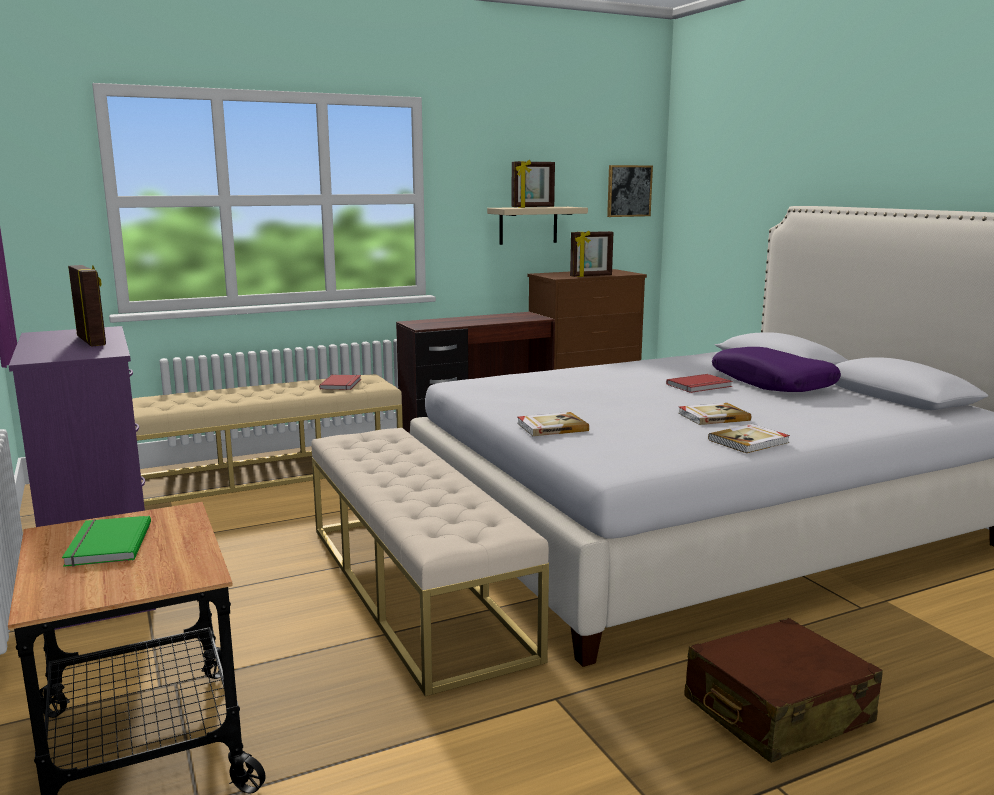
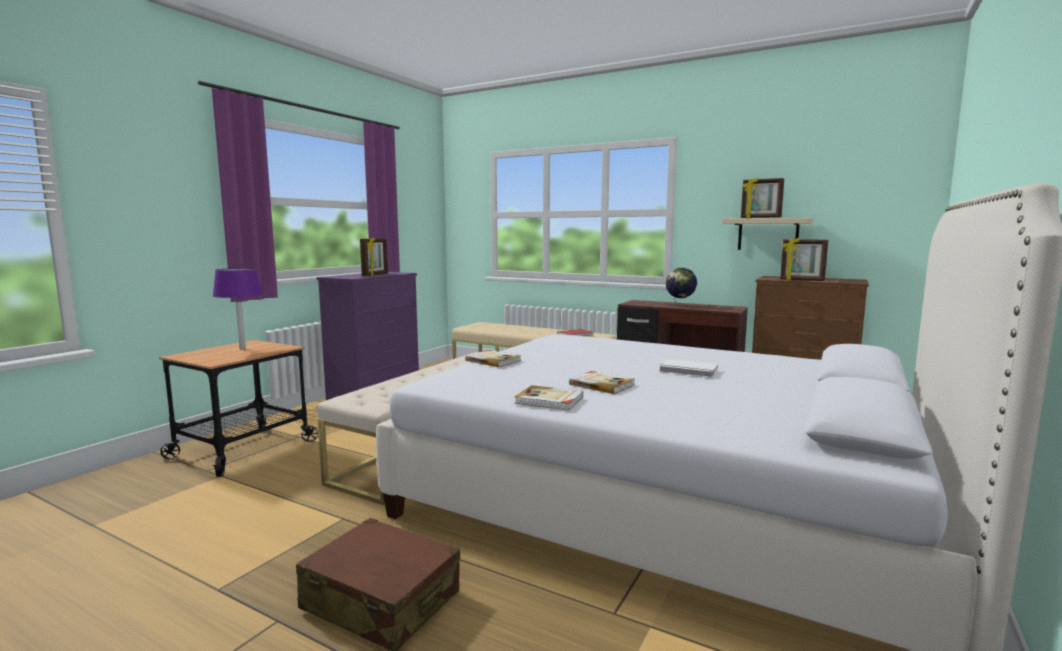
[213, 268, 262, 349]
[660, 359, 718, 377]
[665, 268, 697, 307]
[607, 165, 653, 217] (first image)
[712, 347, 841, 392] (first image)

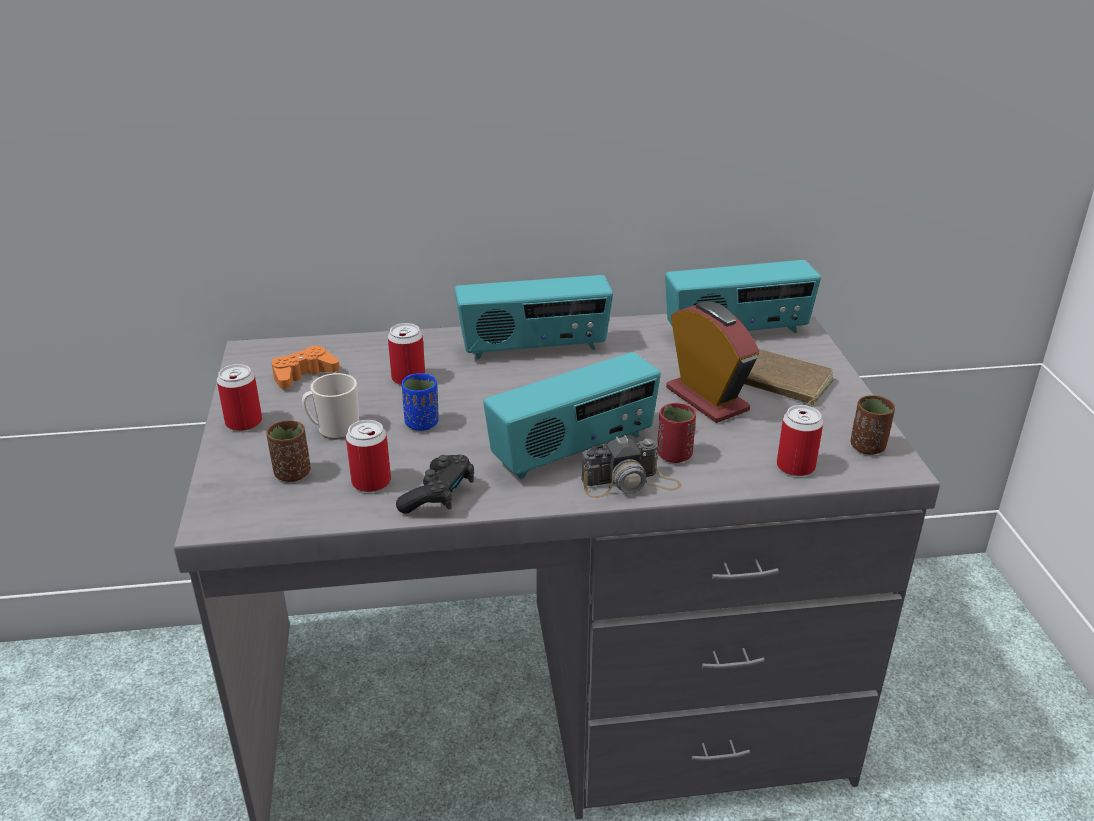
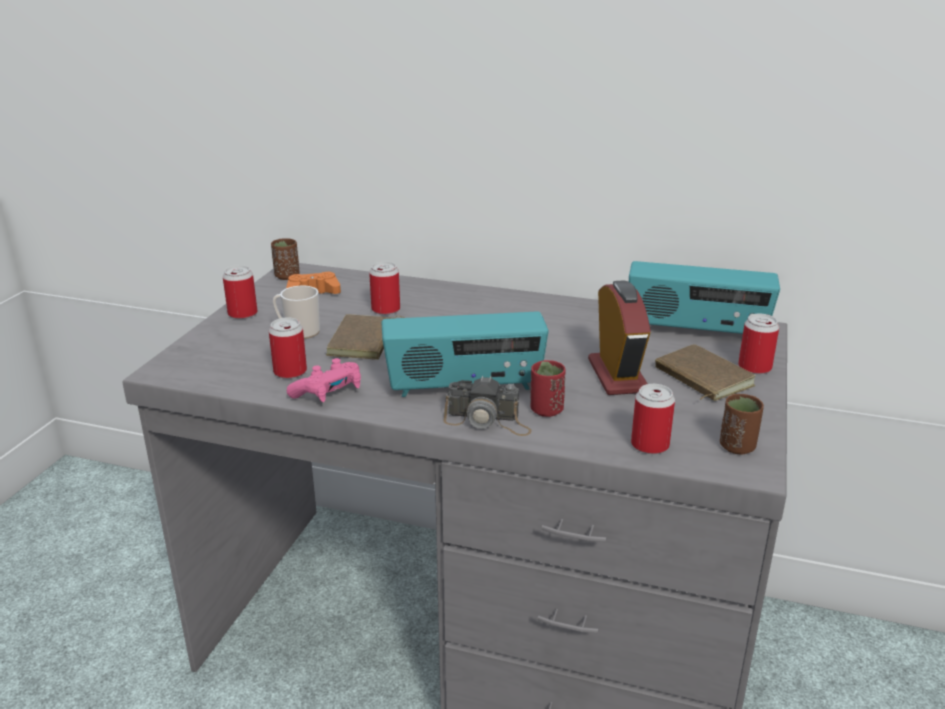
[271, 238, 300, 280]
[287, 358, 361, 402]
[326, 314, 404, 360]
[738, 314, 779, 374]
[454, 275, 613, 359] (first image)

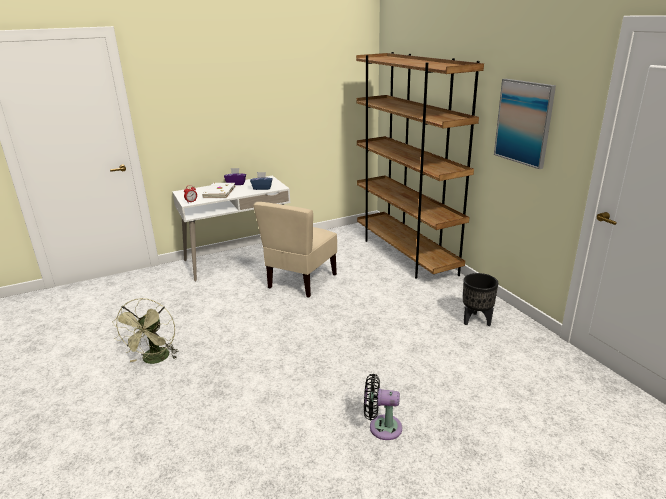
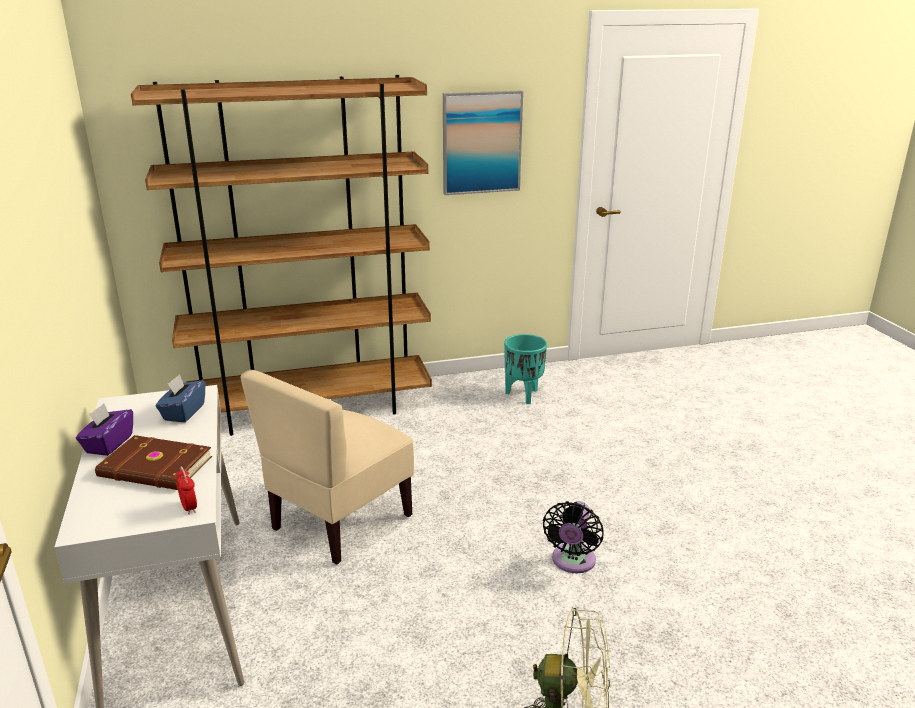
[95, 435, 212, 490]
[241, 370, 414, 564]
[504, 334, 547, 404]
[543, 501, 604, 573]

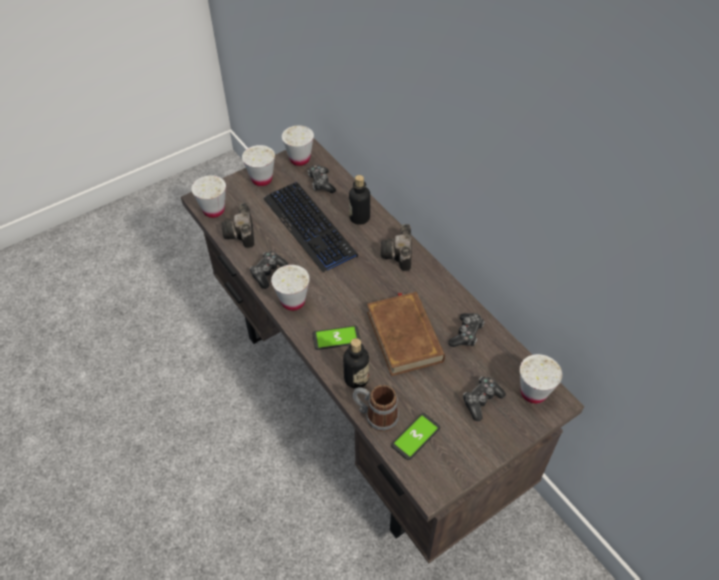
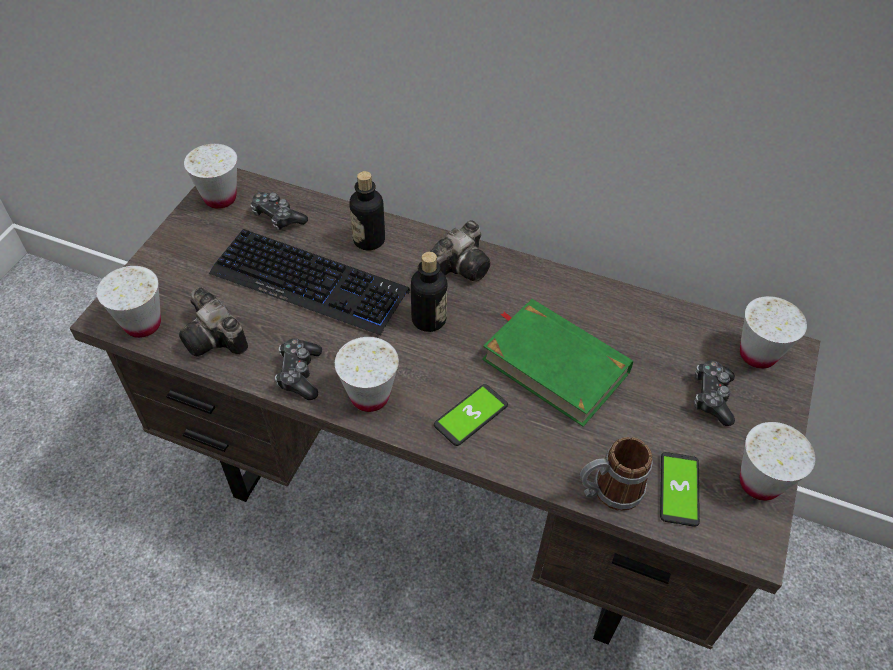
[411, 252, 447, 332]
[429, 220, 490, 281]
[482, 299, 633, 427]
[740, 422, 815, 501]
[448, 313, 485, 347] (first image)

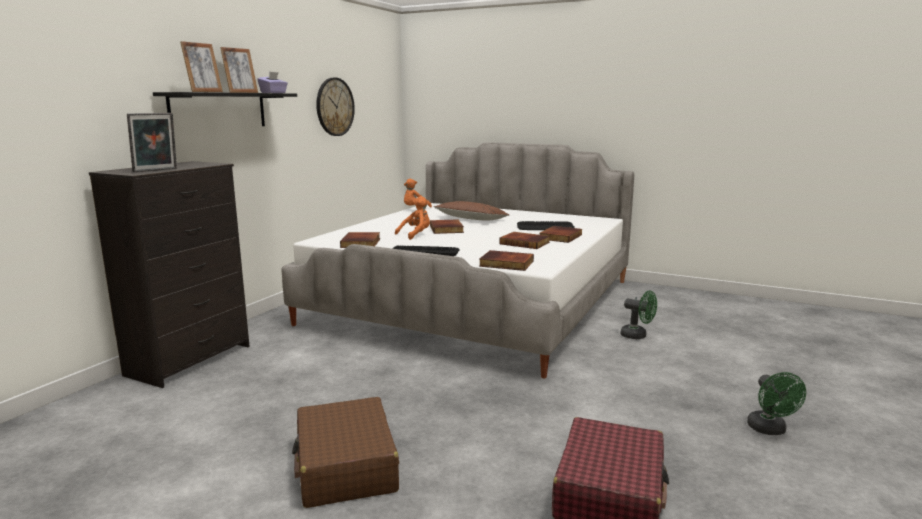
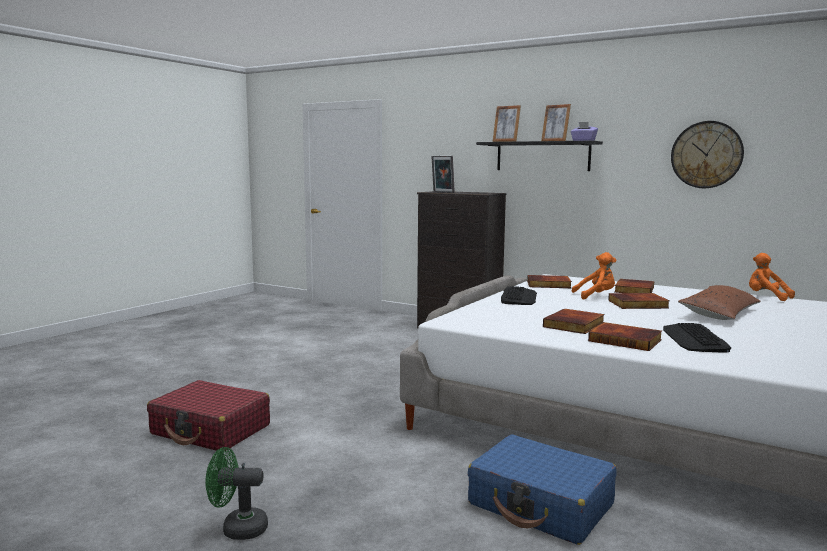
[468, 434, 617, 545]
[572, 252, 617, 300]
[614, 279, 654, 293]
[292, 397, 399, 508] (first image)

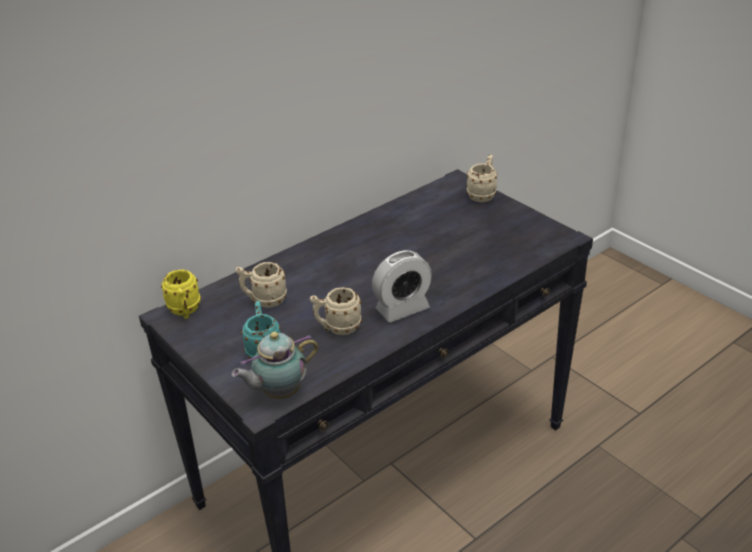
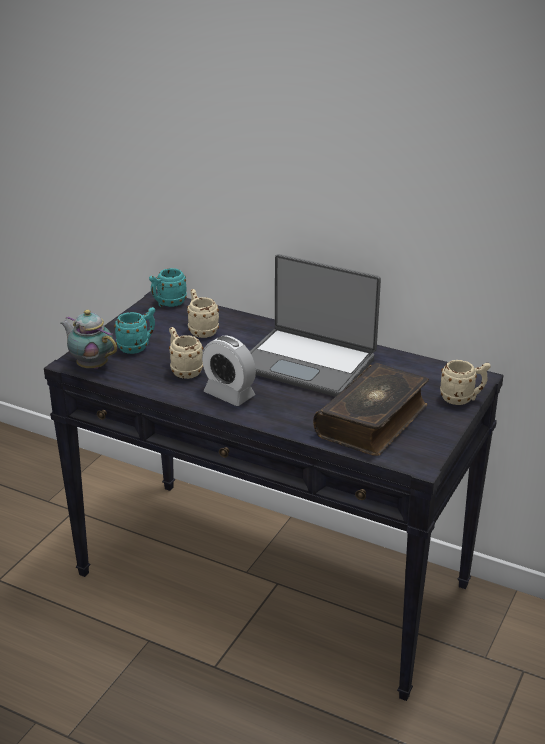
[149, 268, 187, 307]
[250, 254, 381, 397]
[313, 363, 429, 456]

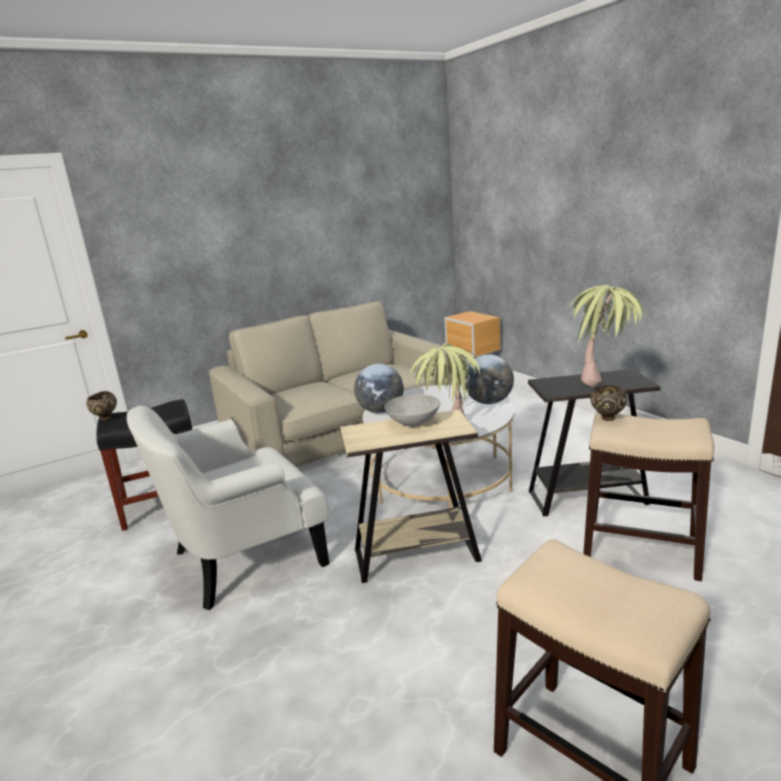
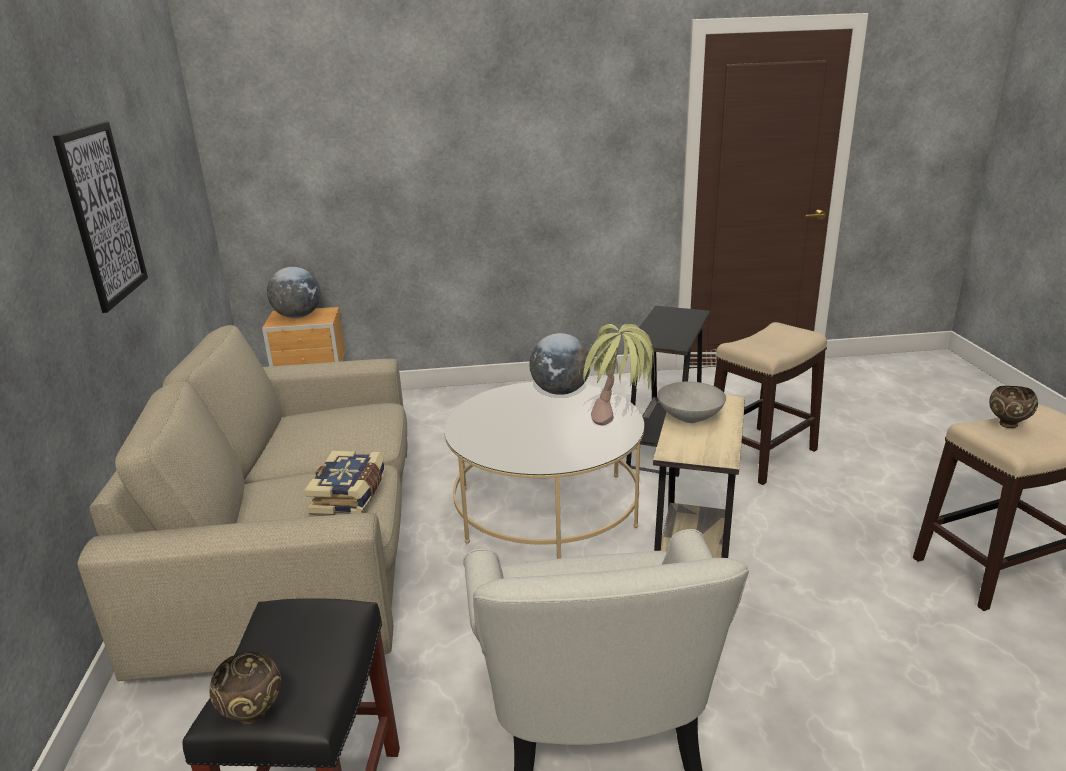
[53, 122, 148, 313]
[267, 267, 321, 318]
[304, 451, 385, 514]
[989, 386, 1038, 428]
[568, 285, 646, 387] (first image)

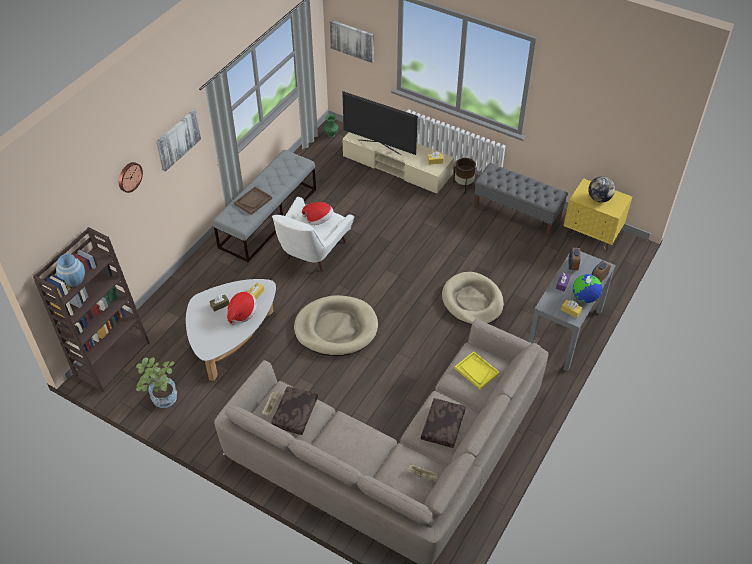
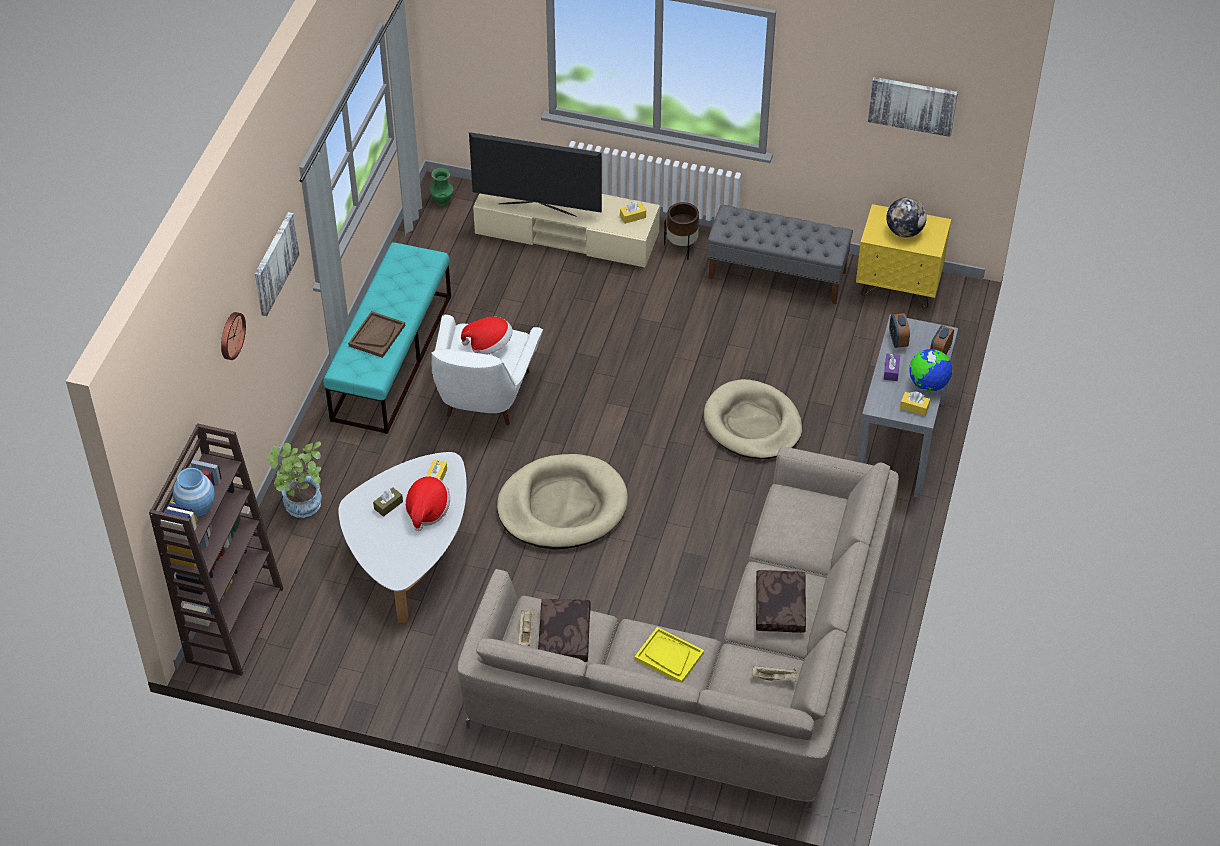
[266, 441, 322, 518]
[323, 242, 451, 434]
[635, 627, 704, 683]
[868, 77, 958, 137]

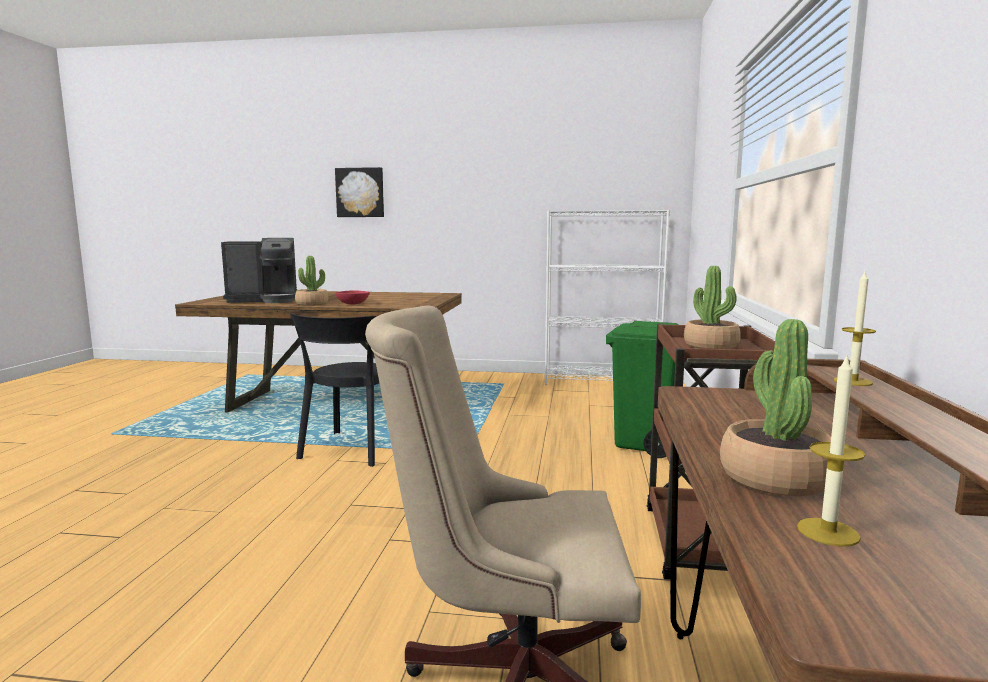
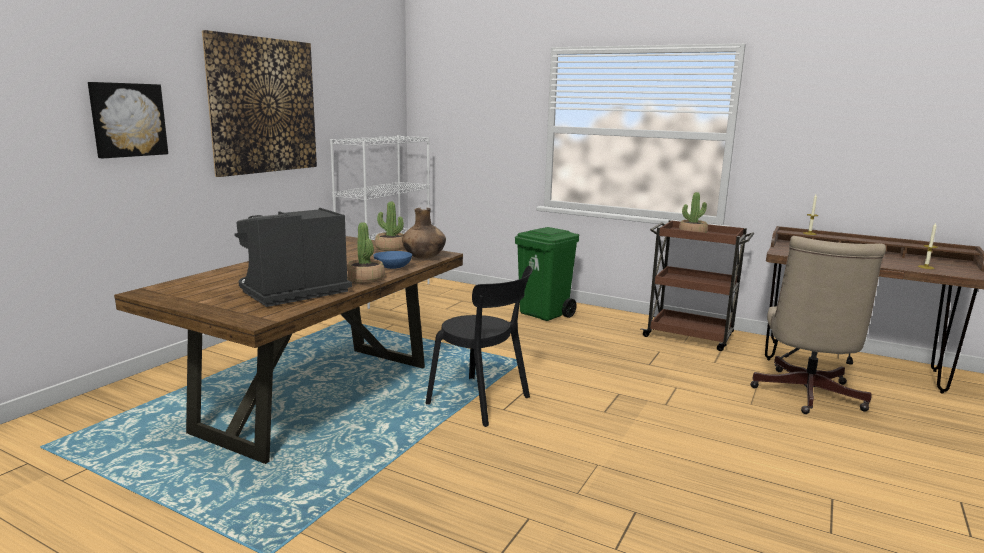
[202, 30, 317, 177]
[234, 208, 352, 307]
[373, 251, 412, 269]
[375, 201, 404, 251]
[402, 208, 446, 259]

